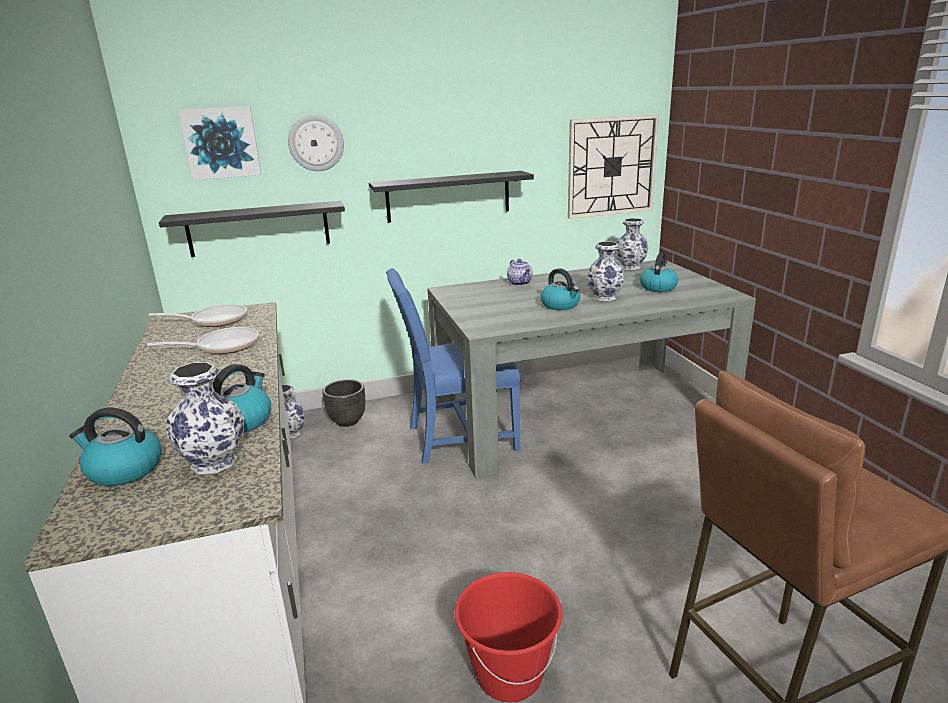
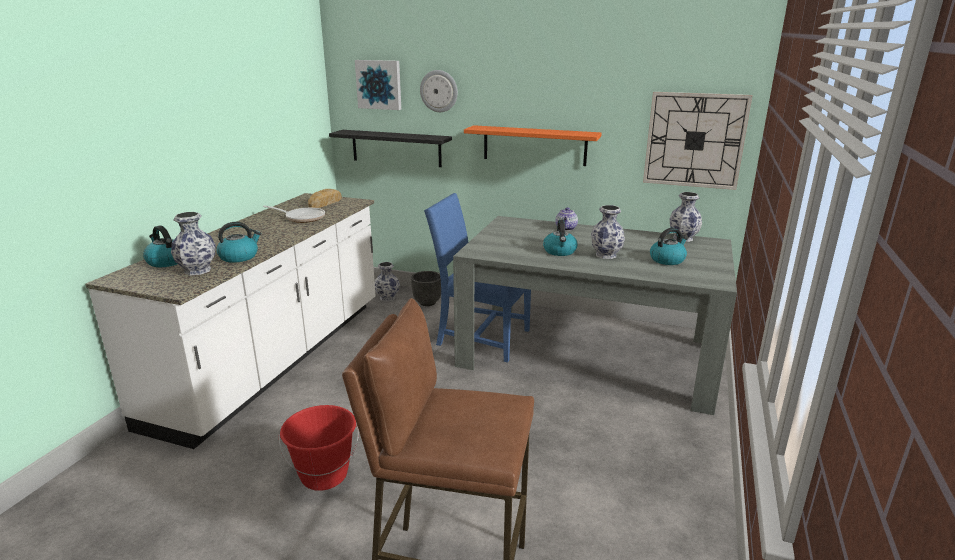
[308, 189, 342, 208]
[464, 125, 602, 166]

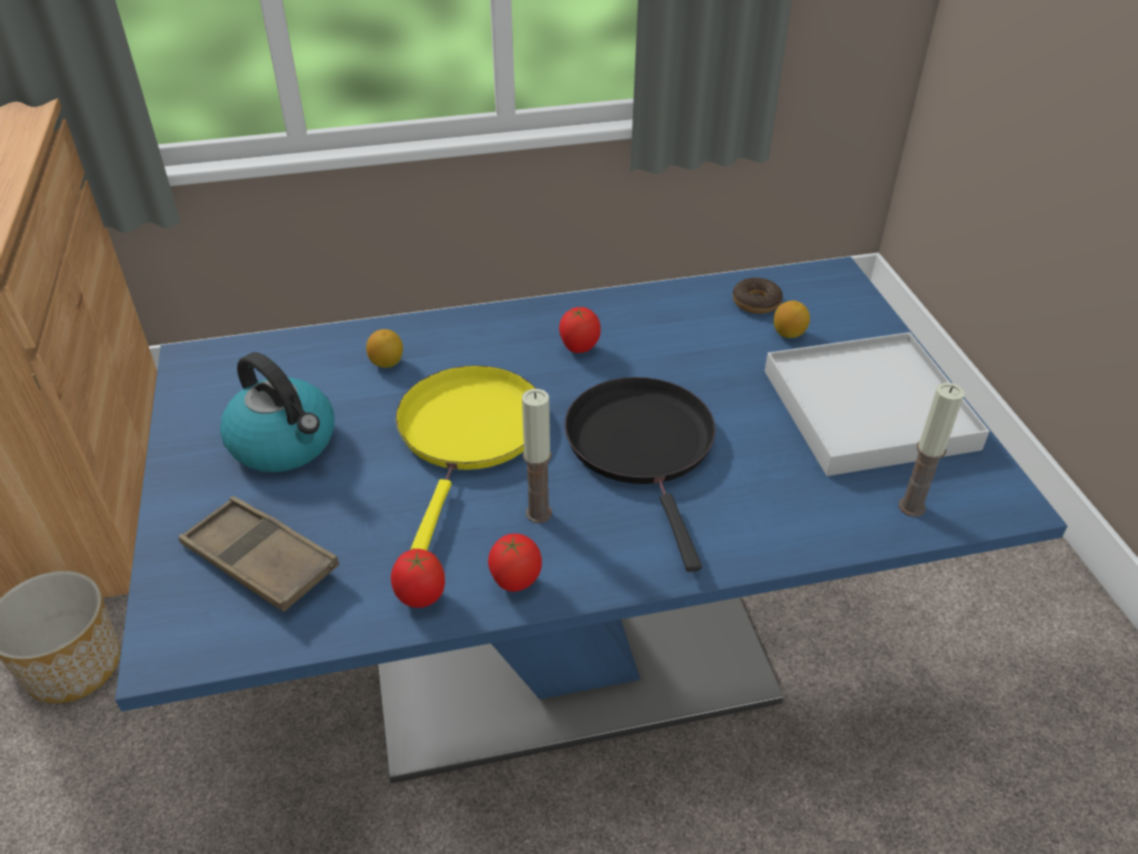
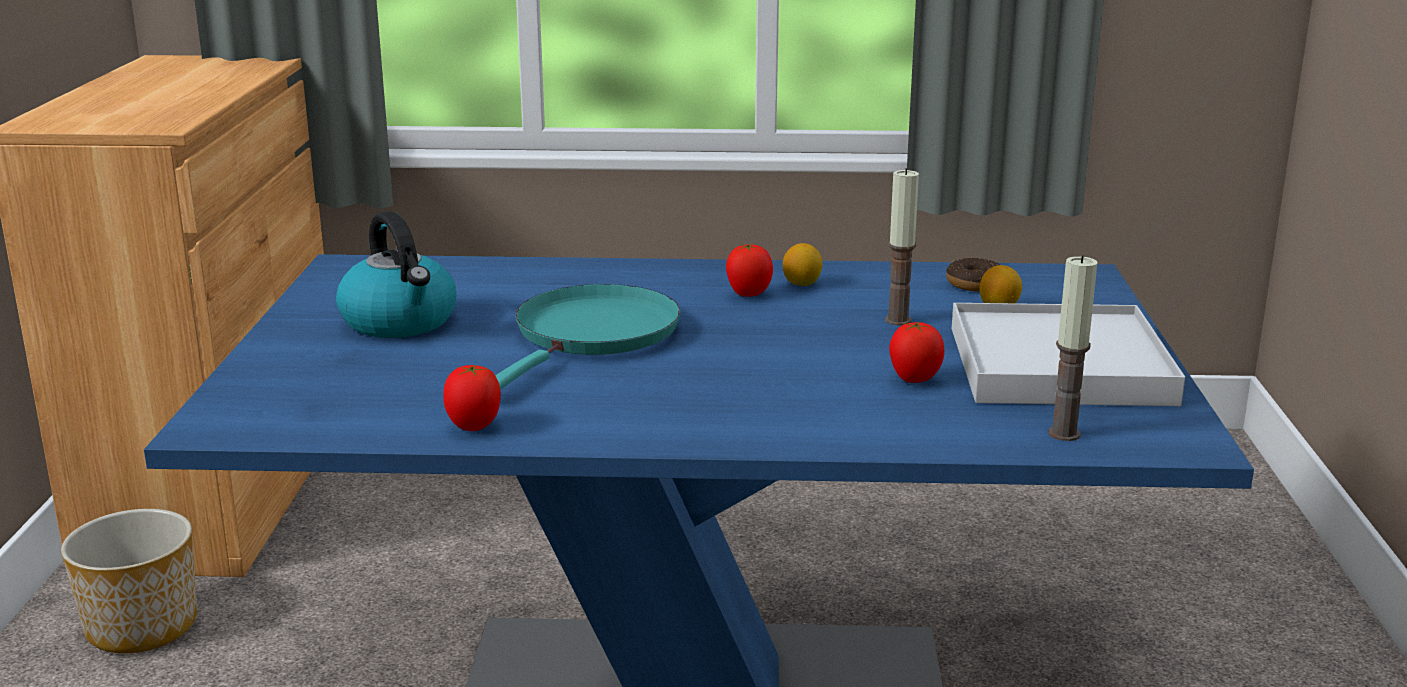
[495, 284, 680, 390]
[783, 243, 822, 286]
[885, 168, 919, 326]
[889, 321, 944, 383]
[179, 496, 339, 612] (first image)
[564, 377, 716, 572] (first image)

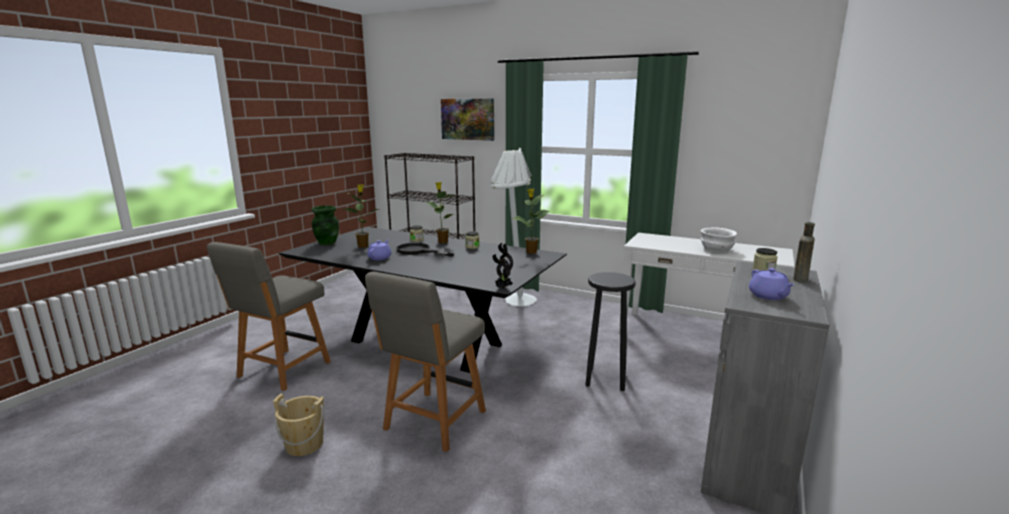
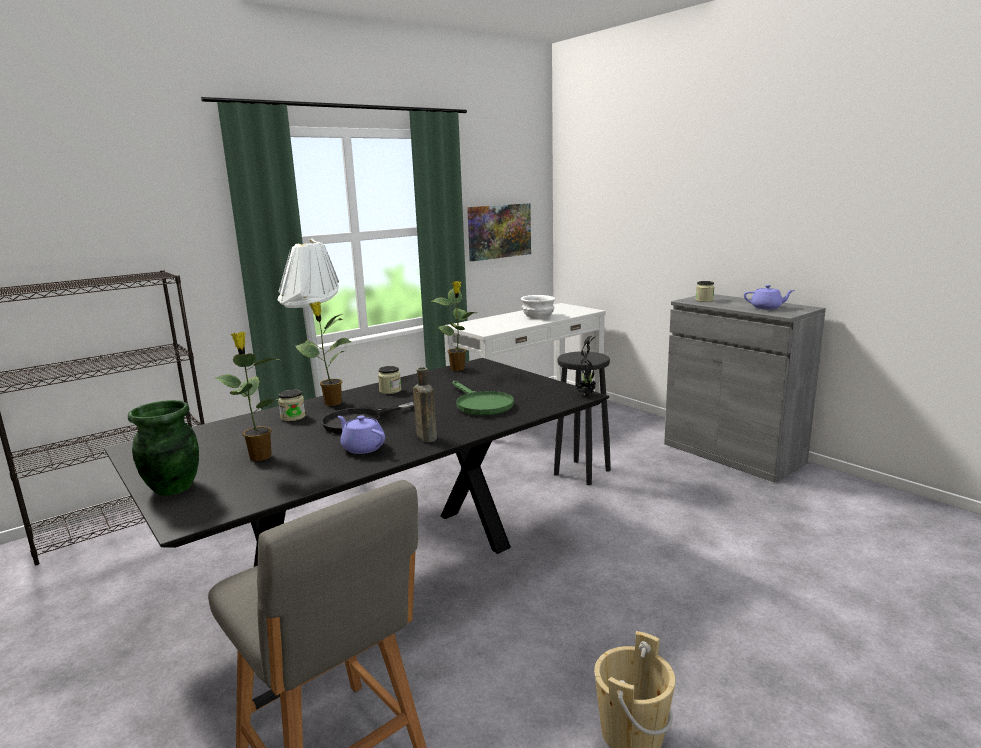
[413, 367, 437, 443]
[452, 381, 514, 415]
[467, 203, 531, 261]
[365, 271, 486, 452] (first image)

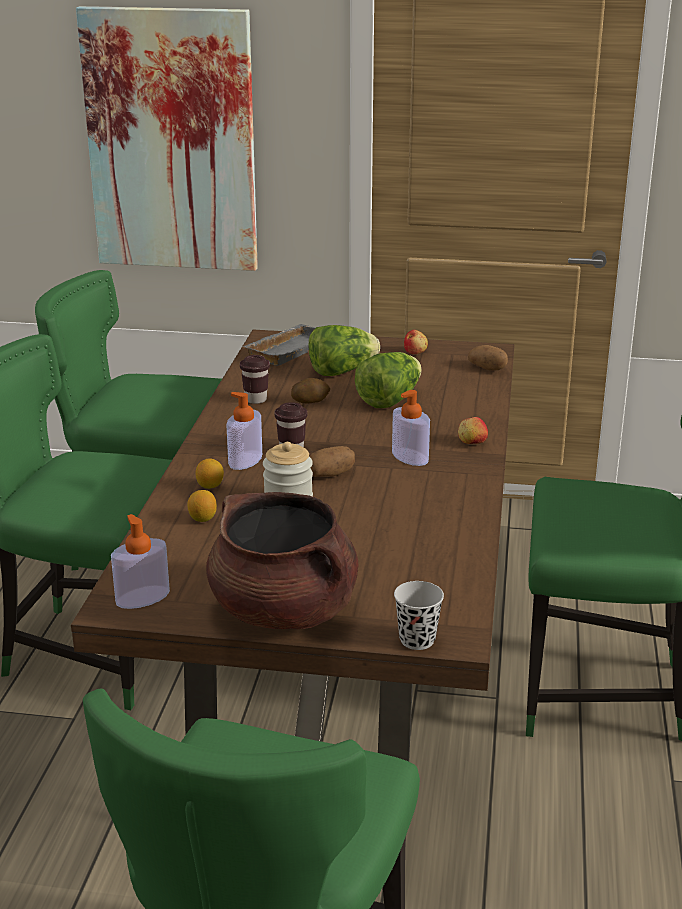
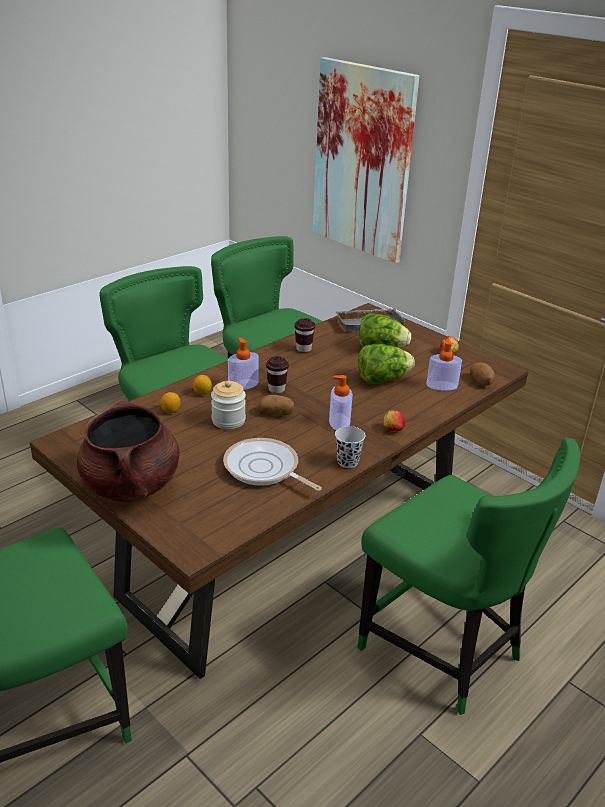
[223, 438, 322, 491]
[335, 426, 365, 468]
[426, 339, 462, 391]
[291, 378, 330, 404] (first image)

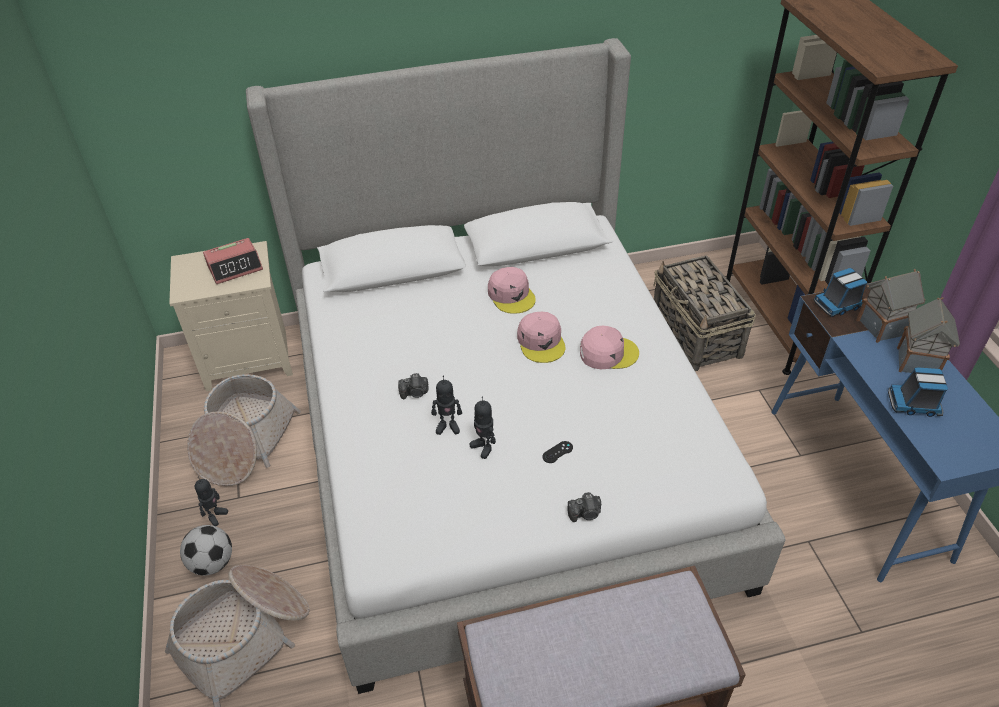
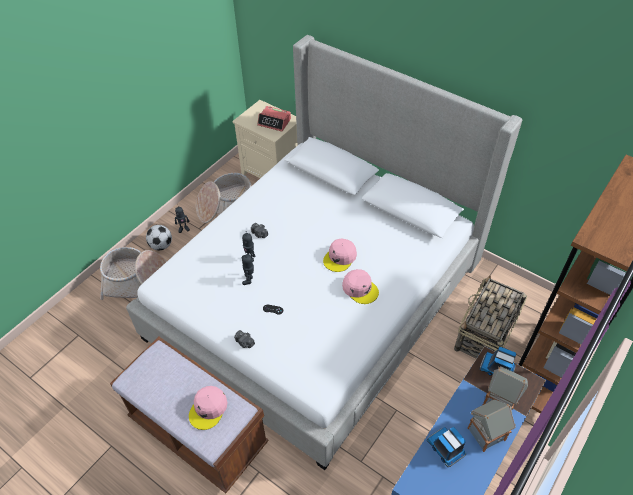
[189, 386, 228, 430]

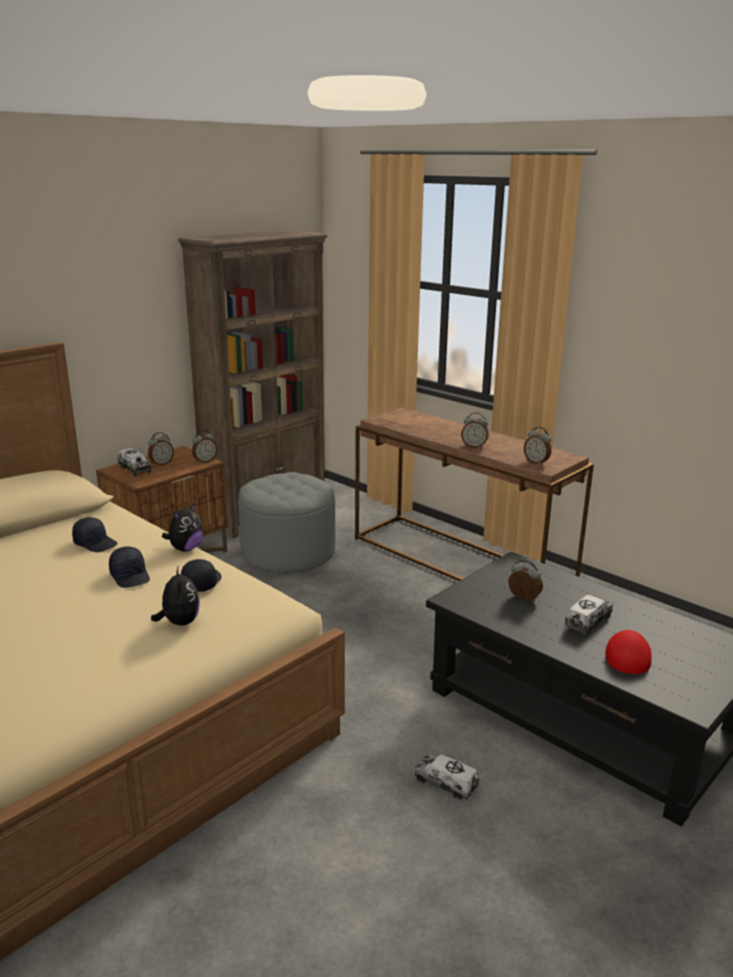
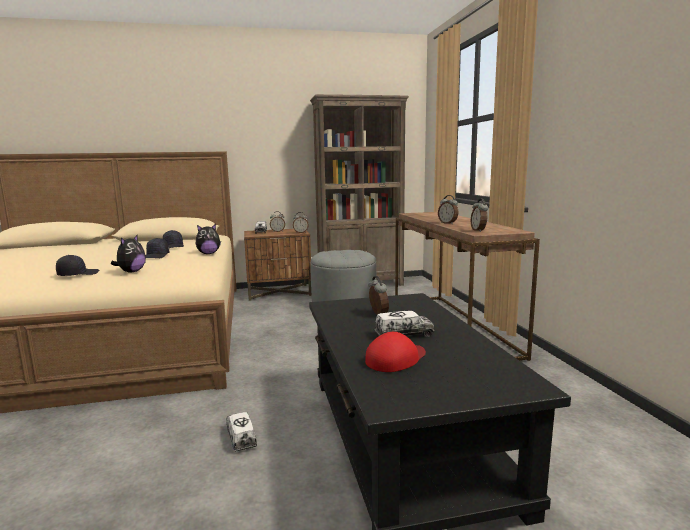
[56, 255, 99, 276]

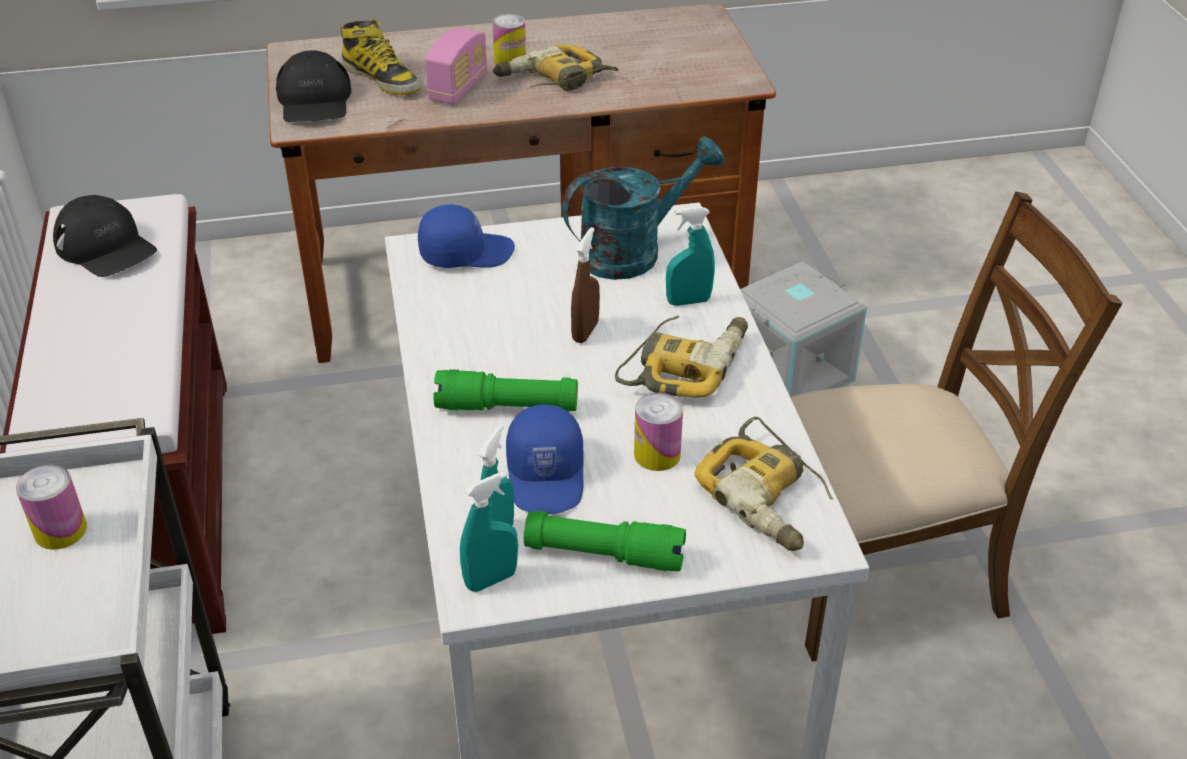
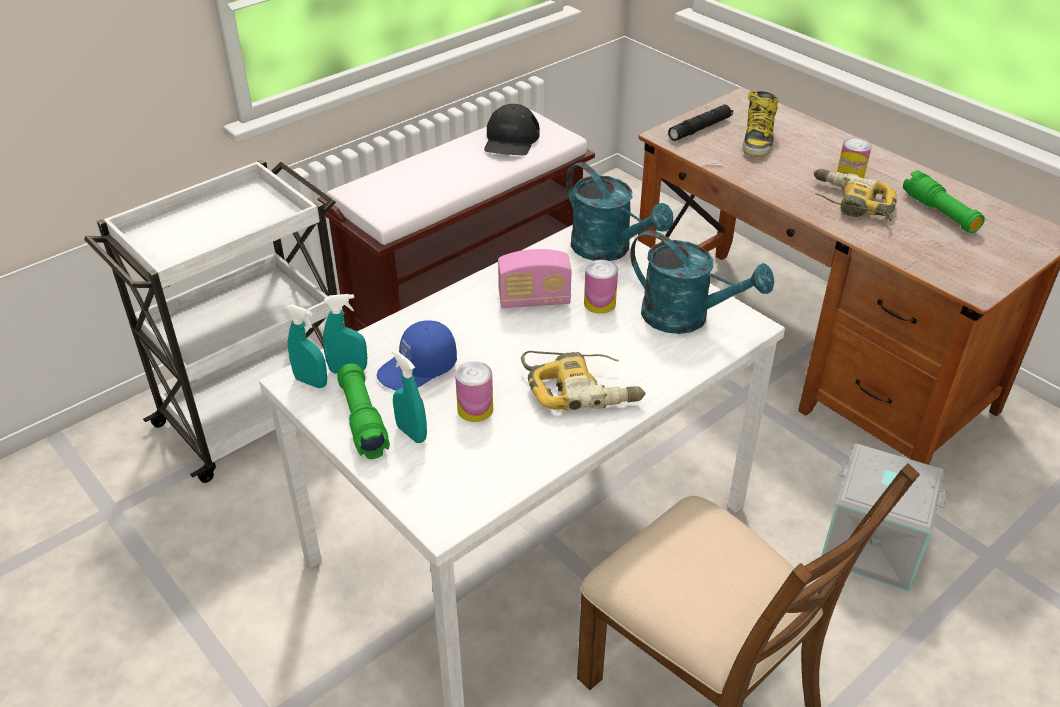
[392, 349, 427, 443]
[498, 249, 572, 308]
[566, 162, 673, 261]
[584, 260, 618, 314]
[668, 104, 733, 141]
[903, 170, 985, 233]
[571, 227, 600, 343] (first image)
[695, 417, 833, 551] (first image)

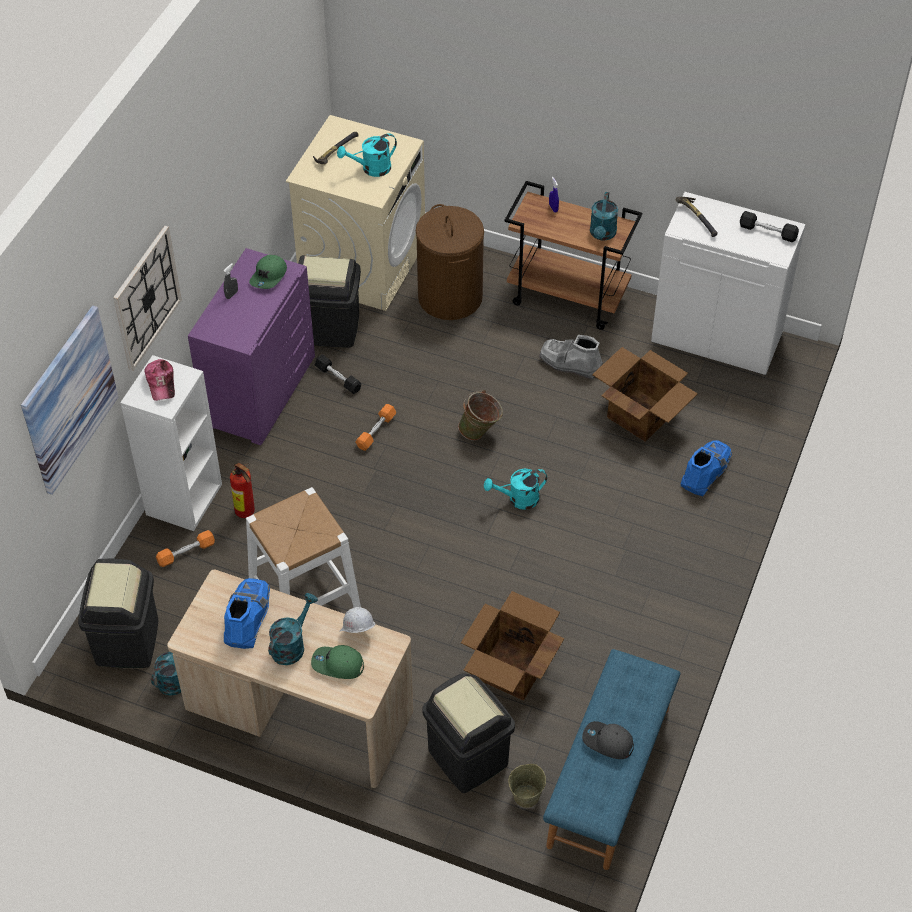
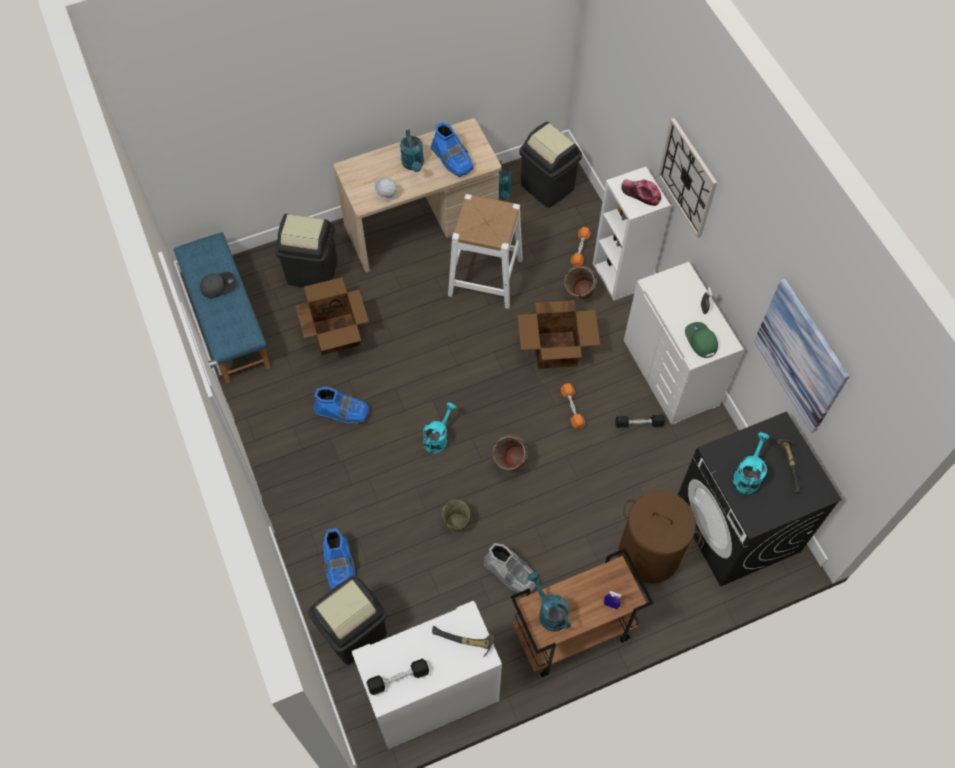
[308, 576, 387, 665]
[313, 387, 369, 423]
[442, 500, 470, 532]
[484, 543, 539, 595]
[517, 300, 600, 369]
[564, 266, 597, 300]
[624, 262, 744, 425]
[678, 411, 842, 587]
[754, 279, 850, 433]
[311, 645, 364, 679] (first image)

